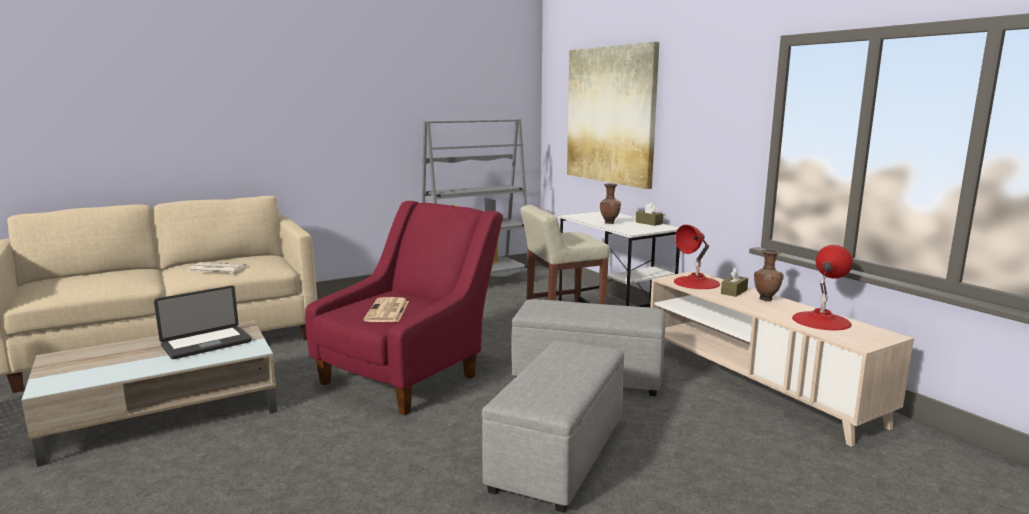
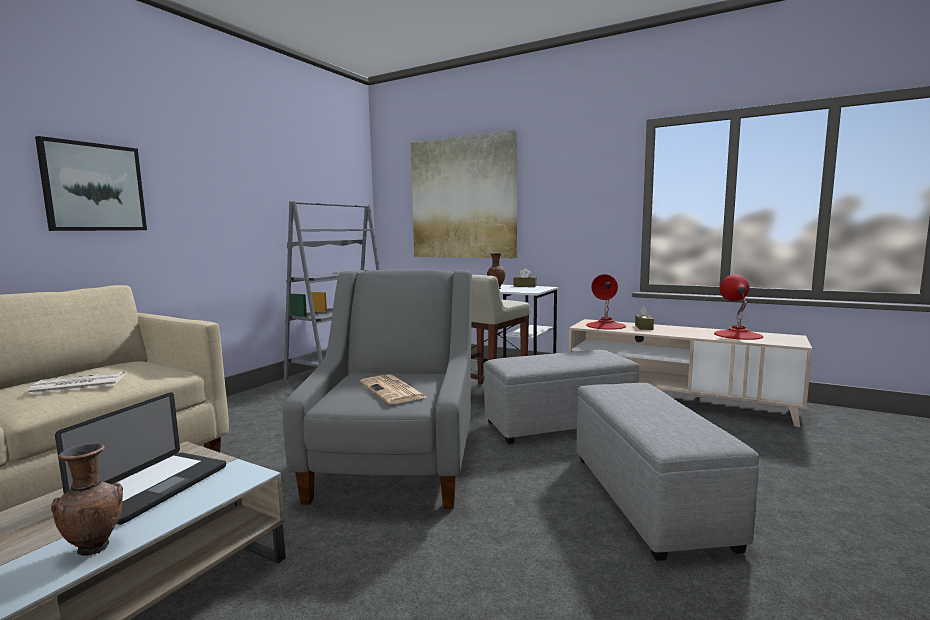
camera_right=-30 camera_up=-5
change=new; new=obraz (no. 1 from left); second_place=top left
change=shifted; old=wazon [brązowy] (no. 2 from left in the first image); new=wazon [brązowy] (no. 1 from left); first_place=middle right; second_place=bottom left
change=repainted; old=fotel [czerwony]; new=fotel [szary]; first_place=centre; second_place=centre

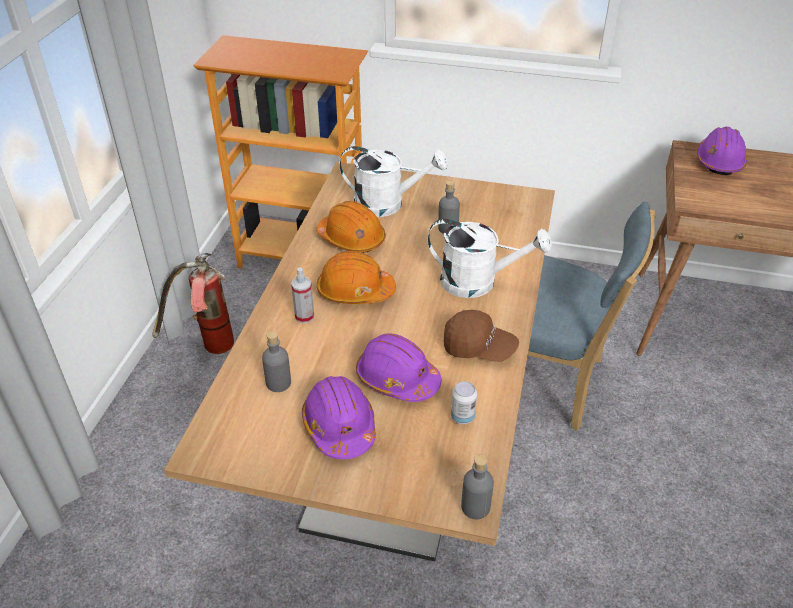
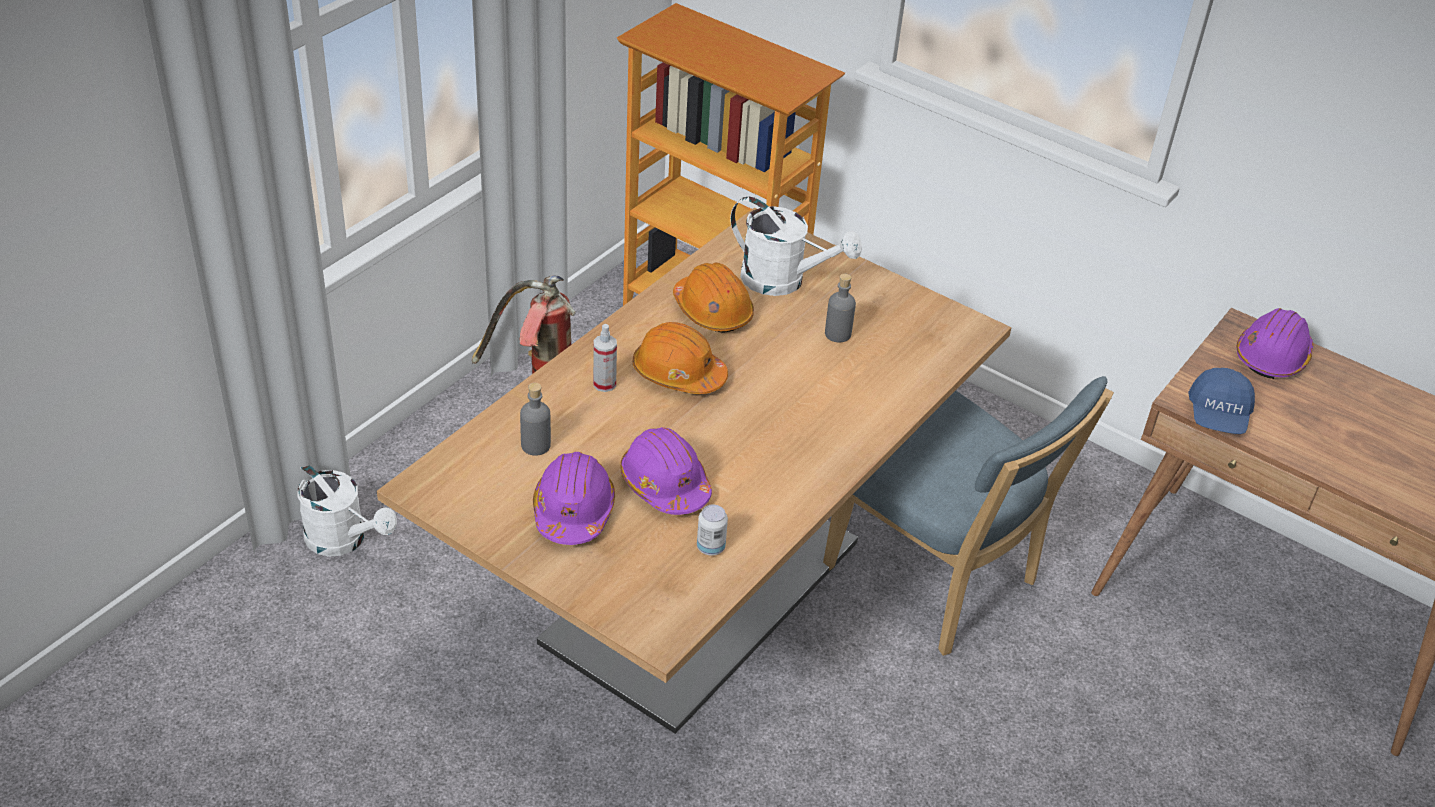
camera_right=20 camera_up=0
change=shifted; old=konewka [biały] (no. 2 from left in the first image); new=konewka [biały] (no. 1 from left); first_place=centre; second_place=middle left
change=new; new=czapka z daszkiem [niebieski]; second_place=middle right
change=gone; old=czapka z daszkiem [brązowy]; first_place=centre
change=gone; old=butelka [szary] (no. 3 from left); first_place=bottom centre

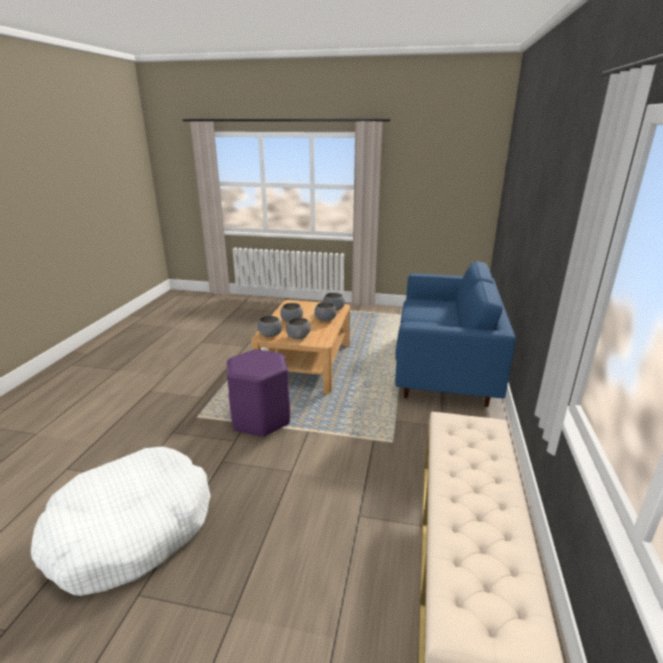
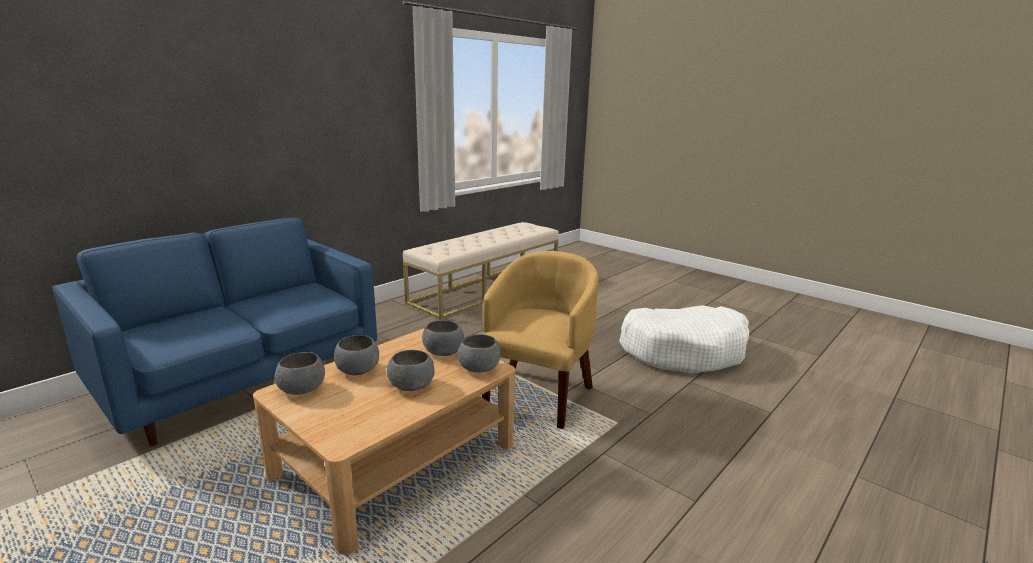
camera_right=-150 camera_up=-5
change=swapped; old=stołek [fioletowy]; new=fotel [żółty]; first_place=centre; second_place=centre

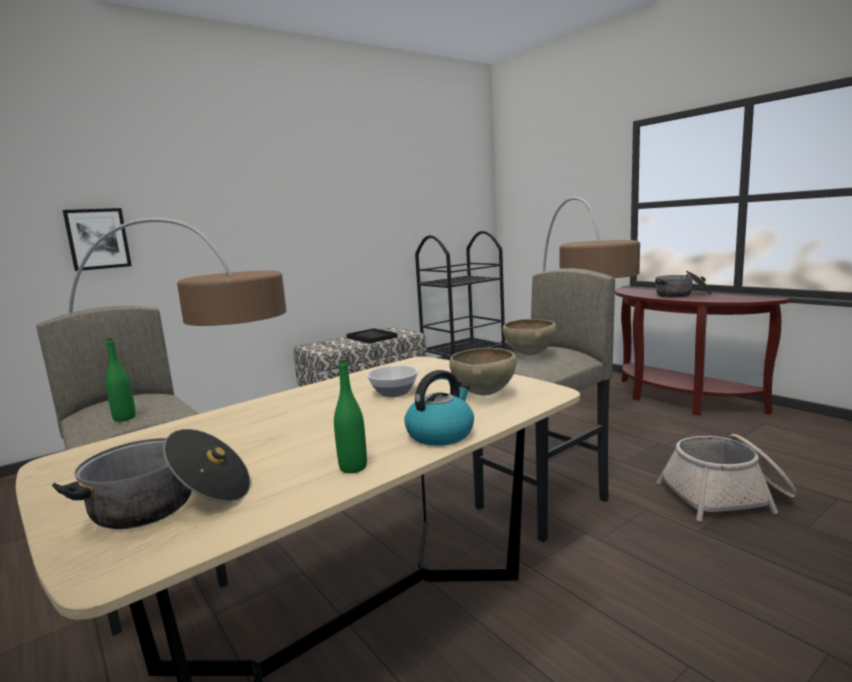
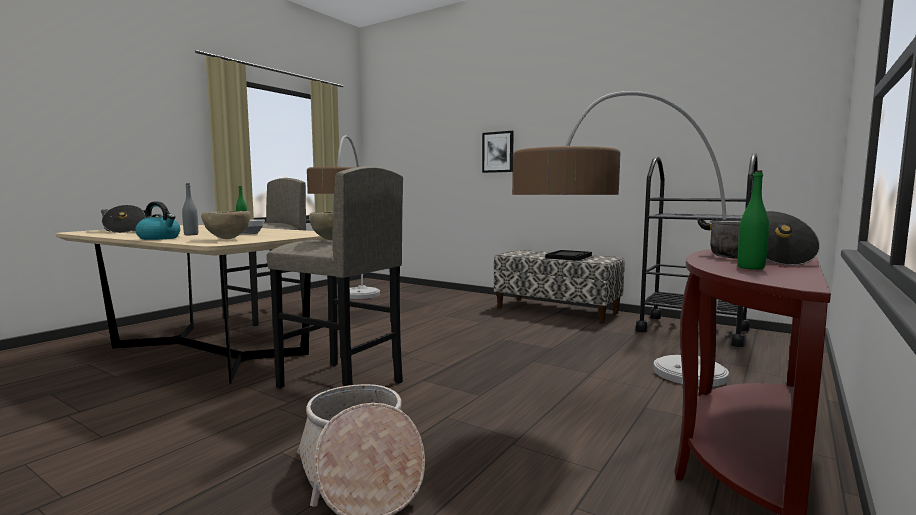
camera_right=70 camera_up=-5
change=new; new=butelka [szary]; second_place=middle left
change=shifted; old=obraz; first_place=middle left; second_place=top centre
change=shifted; old=butelka [zielony] (no. 2 from left); first_place=centre; second_place=middle right

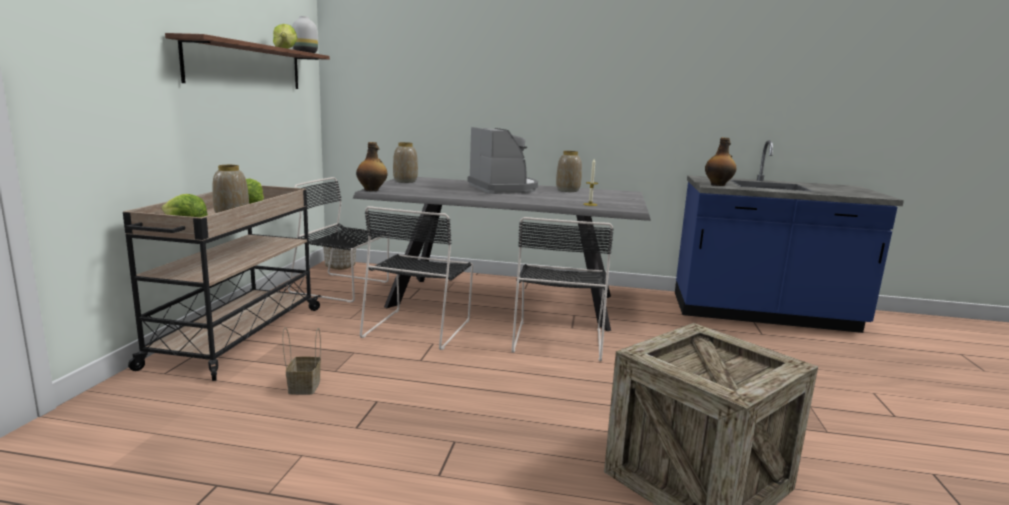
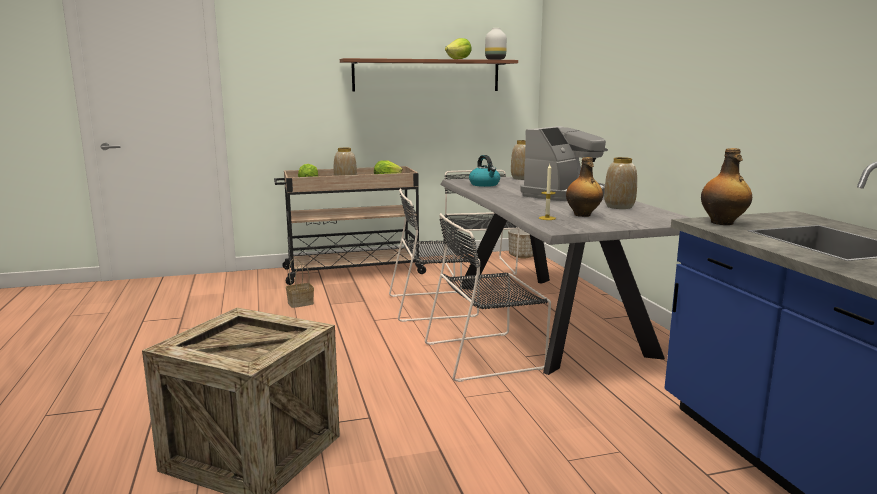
camera_right=65 camera_up=0
change=new; new=czajnik; second_place=centre
change=shifted; old=butelka (no. 1 from left); first_place=top centre; second_place=centre

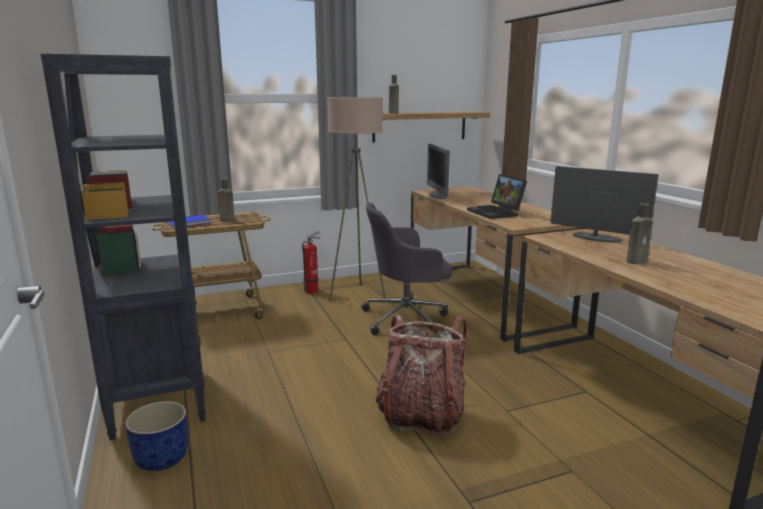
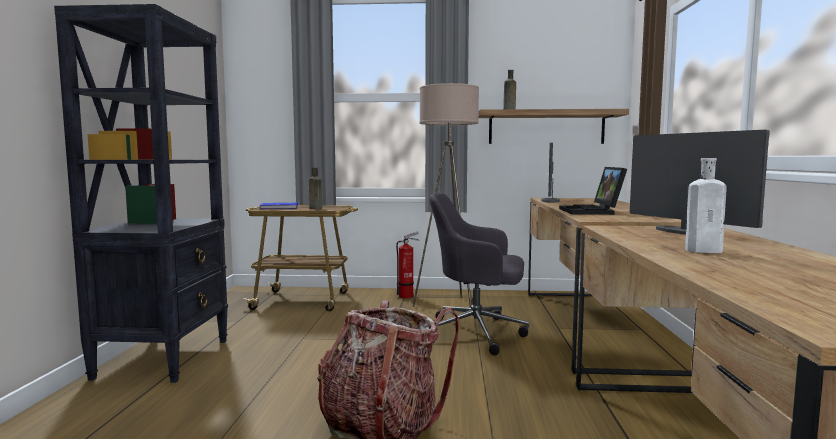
camera_right=25 camera_up=-10
change=repainted; old=butelka [brązowy] (no. 3 from left); new=butelka [biały]; first_place=middle right; second_place=middle right
change=gone; old=donica [niebieski]; first_place=bottom left

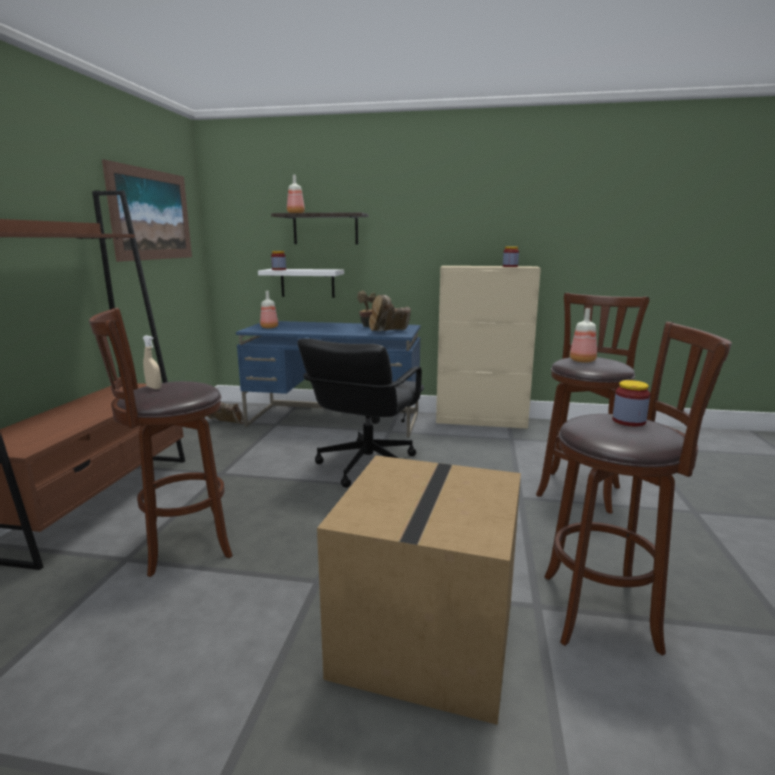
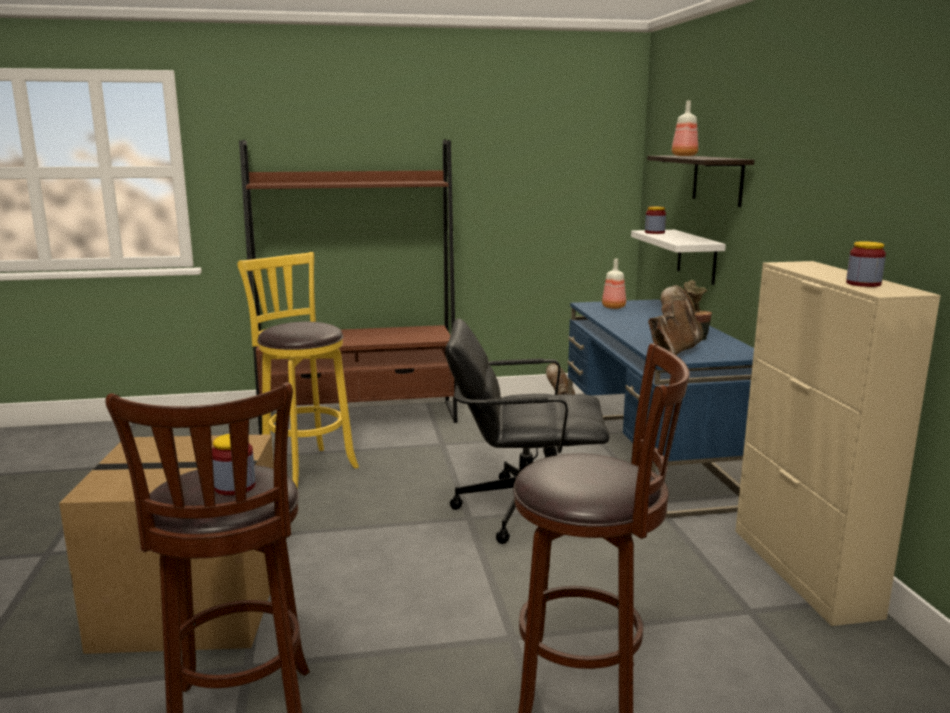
camera_right=70 camera_up=0
change=repainted; old=stołek [brązowy] (no. 1 from left); new=stołek [żółty]; first_place=middle left; second_place=middle left
change=rotated; old=but z cholewką [brązowy] (no. 2 from left); first_place=centre; second_place=middle right; degrees=90
change=gone; old=obraz; first_place=top left
change=gone; old=spryskiwacz [beżowy]; first_place=middle left
change=gone; old=butelka (no. 3 from left); first_place=middle right

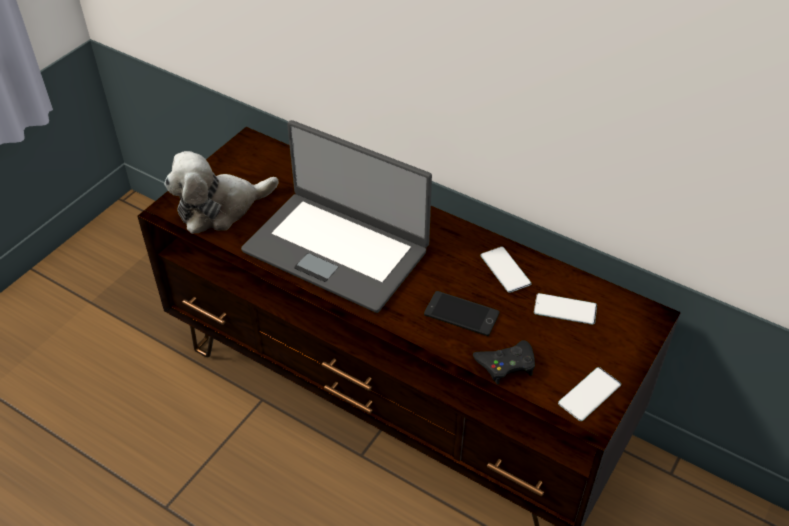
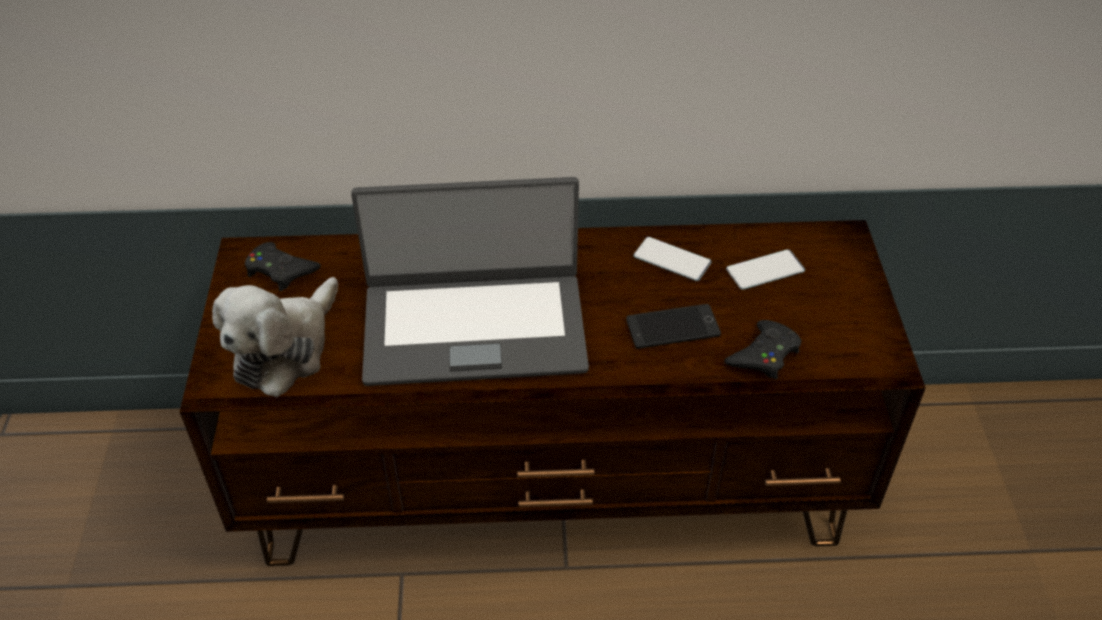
camera_right=-35 camera_up=0
change=new; new=pad do gier [czarny] (no. 1 from left); second_place=middle left
change=gone; old=telefon (no. 4 from left); first_place=bottom right

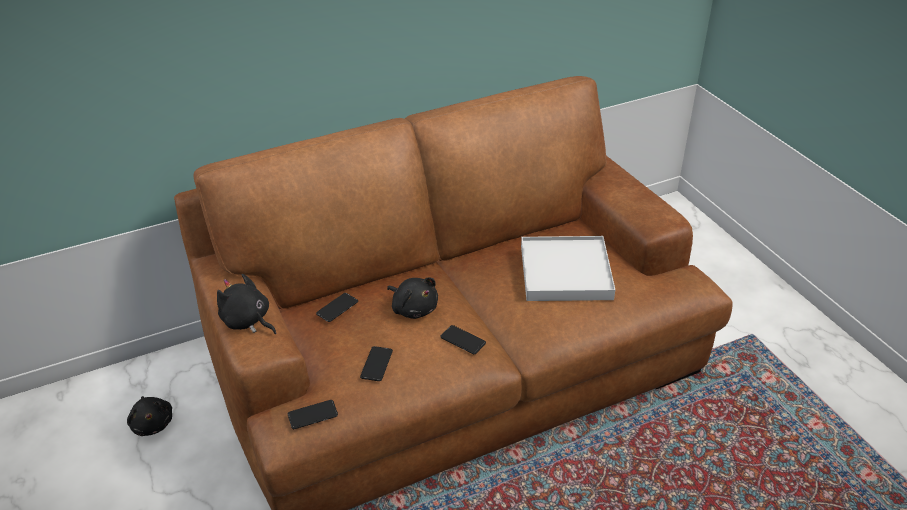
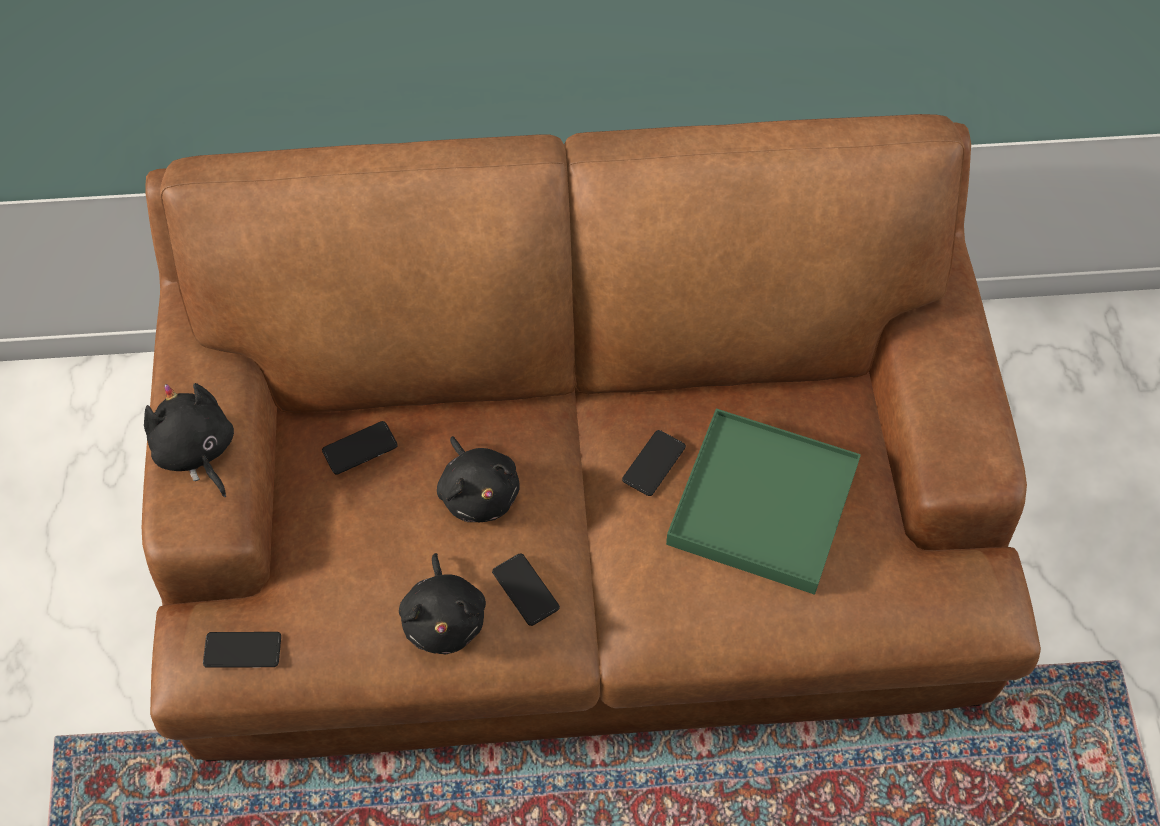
camera_right=20 camera_up=20
change=shifted; old=pluszak [czarny] (no. 1 from left in the first image); new=pluszak [czarny] (no. 2 from left); first_place=bottom left; second_place=bottom centre
change=shifted; old=telefon (no. 3 from left in the first image); new=telefon (no. 4 from left); first_place=bottom centre; second_place=centre
change=repainted; old=taca [biały]; new=taca [zielony]; first_place=centre; second_place=centre

